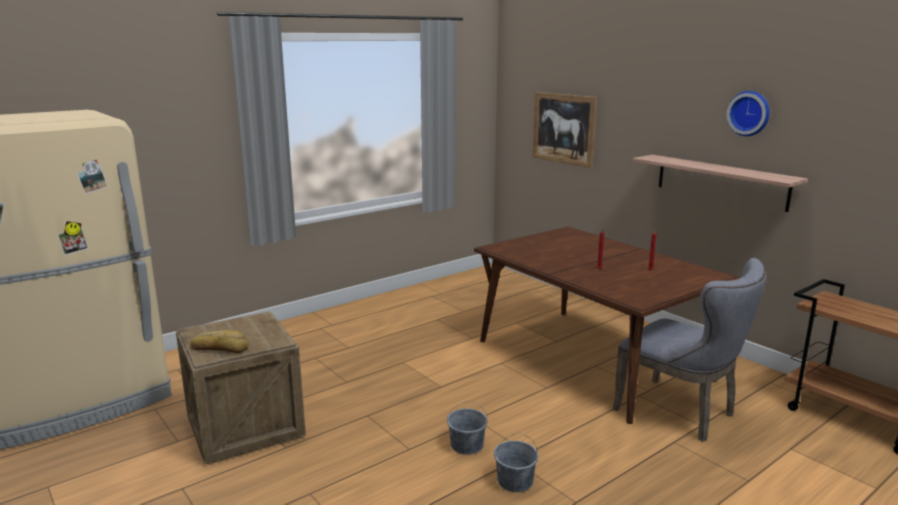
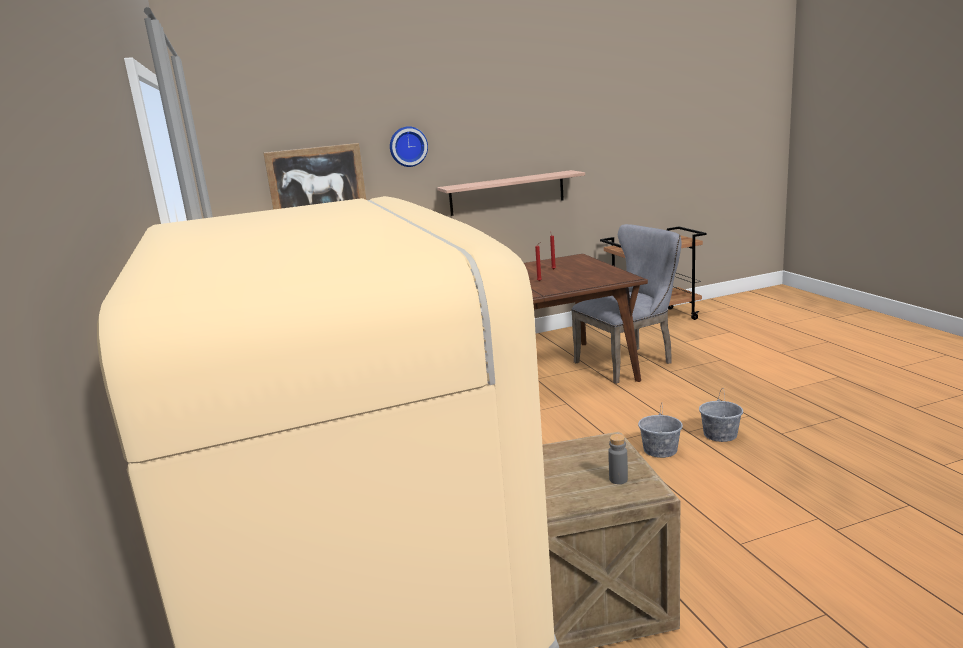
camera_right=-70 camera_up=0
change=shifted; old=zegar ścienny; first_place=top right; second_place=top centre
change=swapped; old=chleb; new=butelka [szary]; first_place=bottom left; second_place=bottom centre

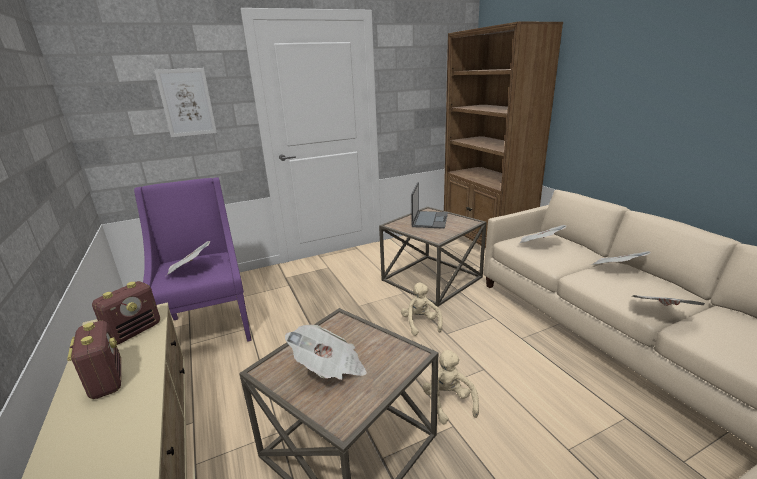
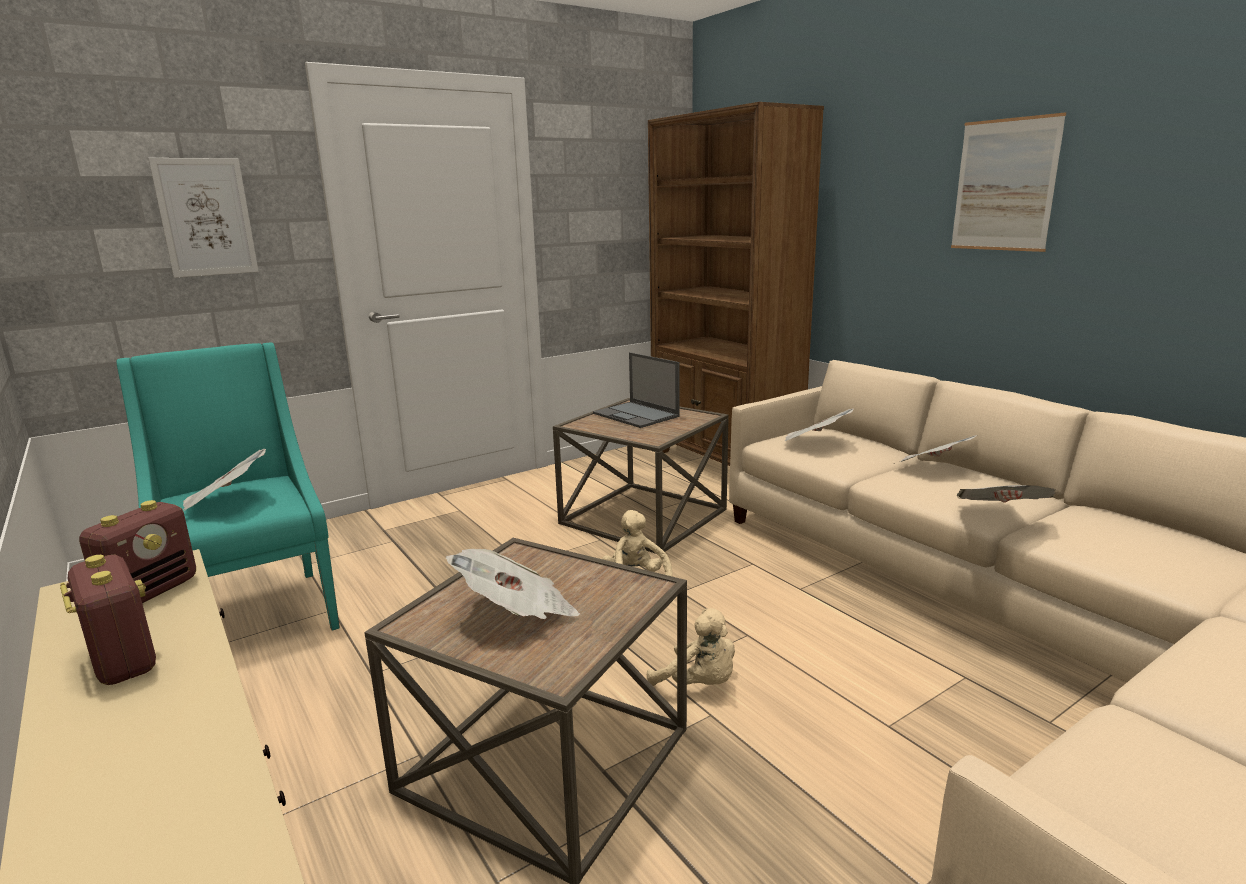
camera_right=-10 camera_up=-5
change=repainted; old=fotel [fioletowy]; new=fotel [turkusowy]; first_place=middle left; second_place=middle left
change=rotated; old=laptop; first_place=centre; second_place=centre; degrees=135
change=rotated; old=pluszak [beżowy] (no. 2 from left); first_place=bottom centre; second_place=bottom centre; degrees=150
change=new; new=obraz (no. 2 from left); second_place=top right

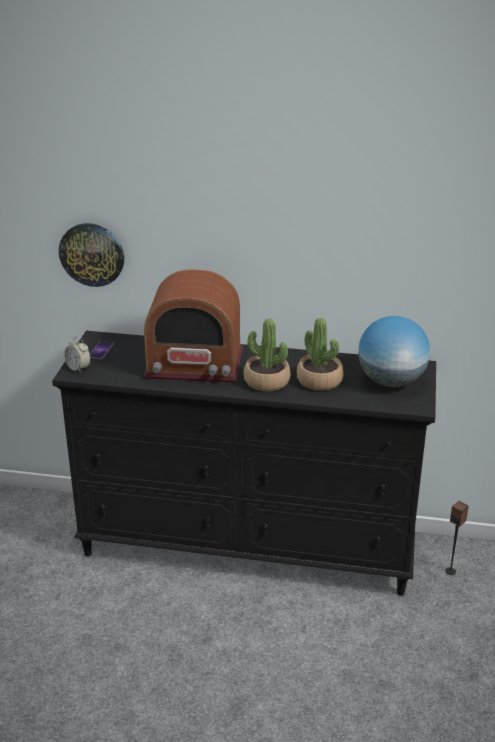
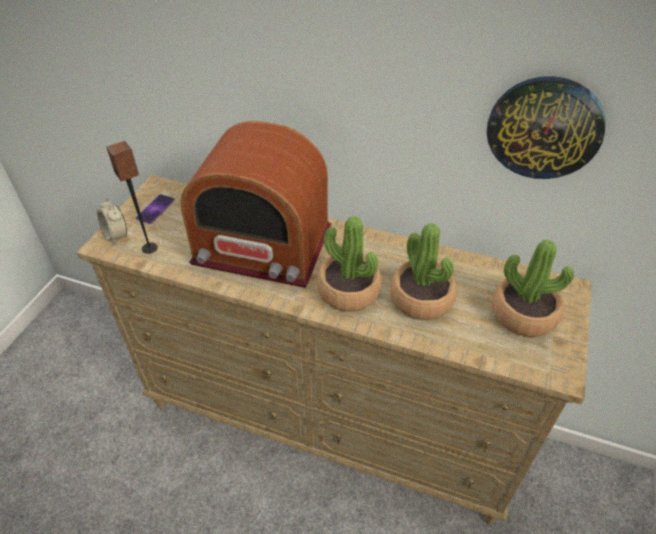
camera_right=10 camera_up=15
change=repainted; old=komoda [czarny]; new=komoda [beżowy]; first_place=centre; second_place=centre
change=shifted; old=głośnik; first_place=bottom right; second_place=middle left
change=shifted; old=zegar ścienny; first_place=middle left; second_place=top right
change=swapped; old=globus; new=roślina doniczkowa (no. 3 from left); first_place=middle right; second_place=middle right

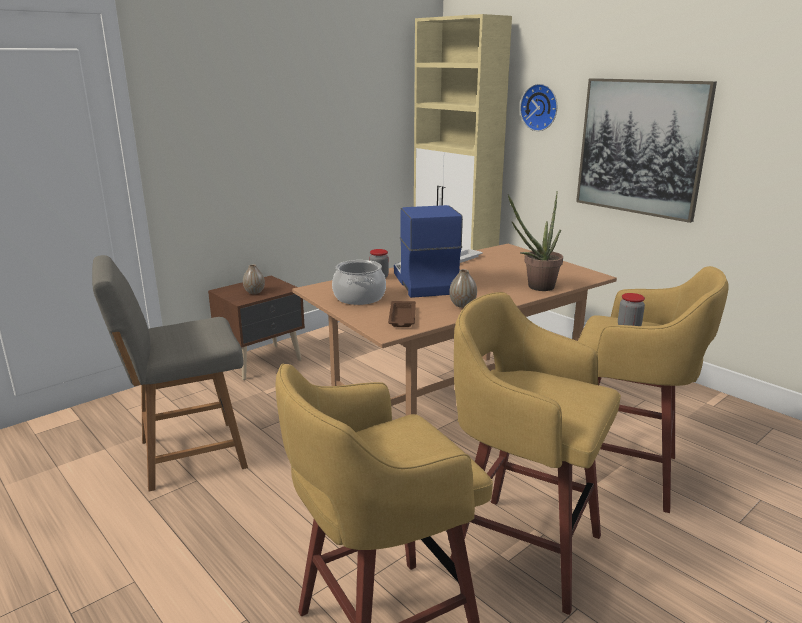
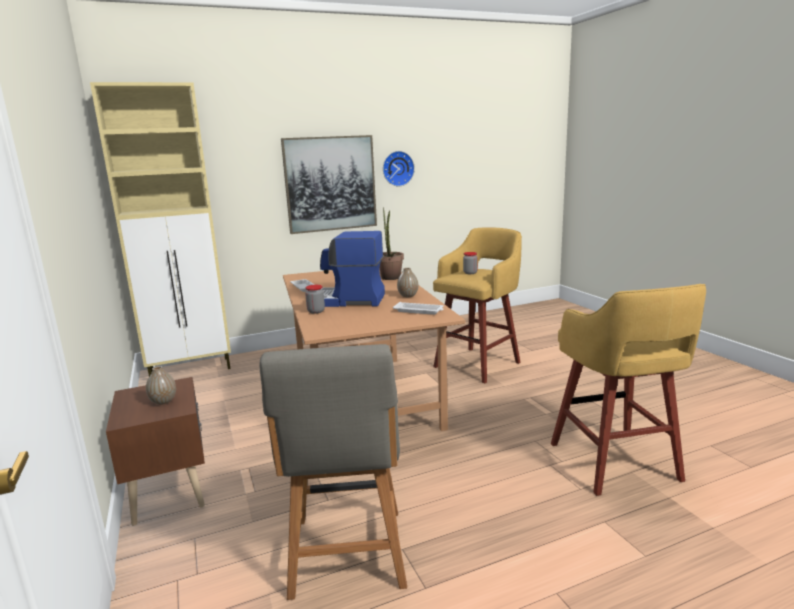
camera_right=-70 camera_up=-5
change=shifted; old=zegar ścienny; first_place=top right; second_place=top centre
change=repainted; old=taca [brązowy]; new=taca [biały] (no. 2 from left); first_place=centre; second_place=centre
change=gone; old=garnek; first_place=centre
change=gone; old=stołek [żółty] (no. 2 from left); first_place=bottom right

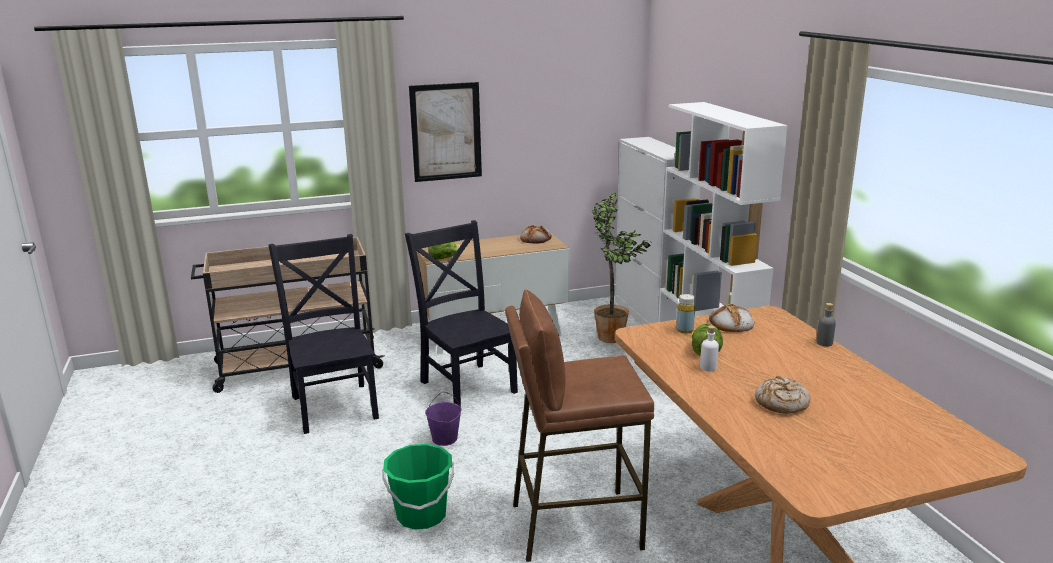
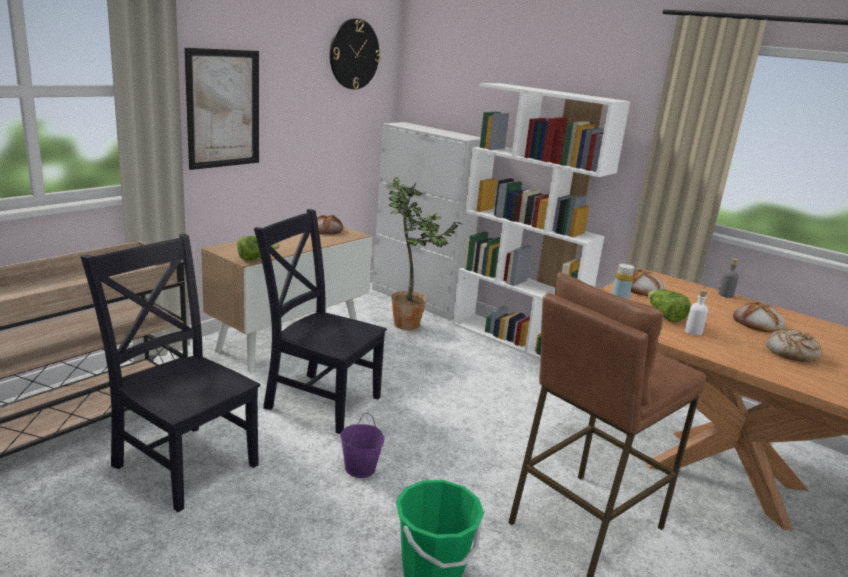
camera_right=-35 camera_up=0
change=new; new=zegar ścienny; second_place=top centre
change=new; new=chleb (no. 3 from left); second_place=middle right

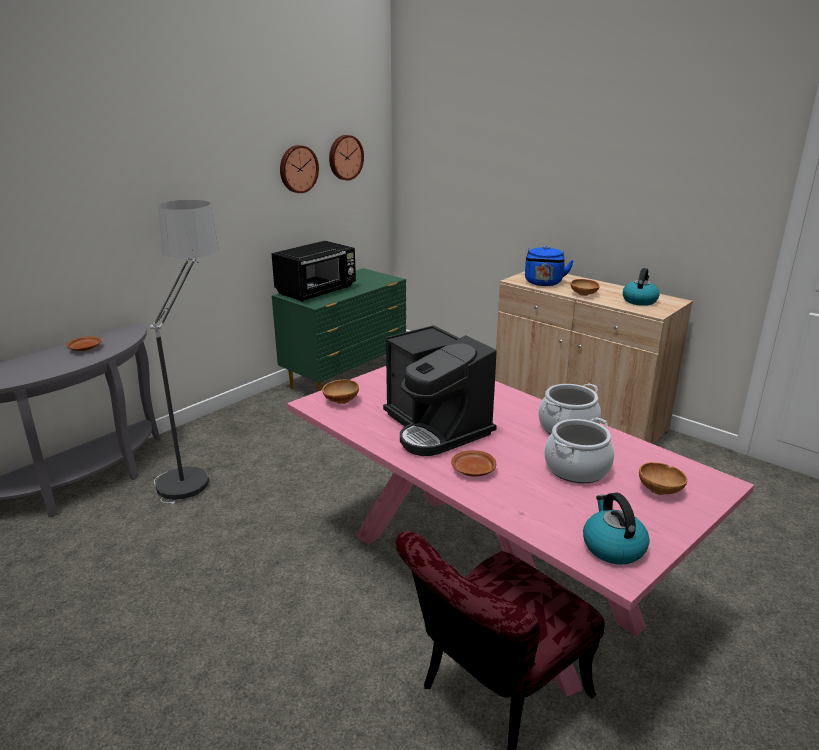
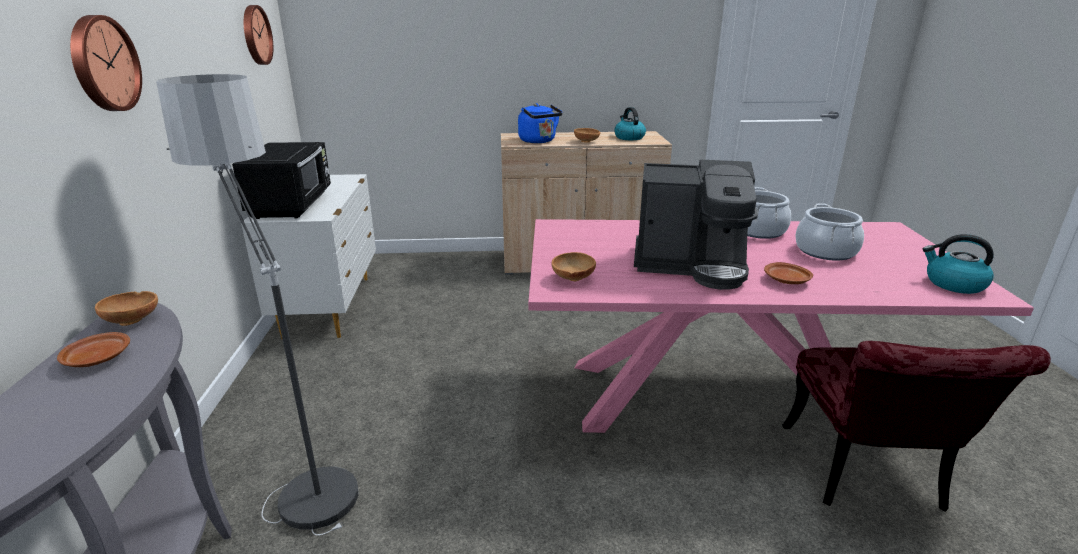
camera_right=-45 camera_up=0
change=shifted; old=zegar ścienny (no. 1 from left); first_place=top centre; second_place=top left
change=shifted; old=miska [brązowy] (no. 3 from left in the first image); new=miska [brązowy] (no. 1 from left); first_place=middle right; second_place=middle left
change=repainted; old=komoda [zielony]; new=komoda [biały]; first_place=centre; second_place=middle left

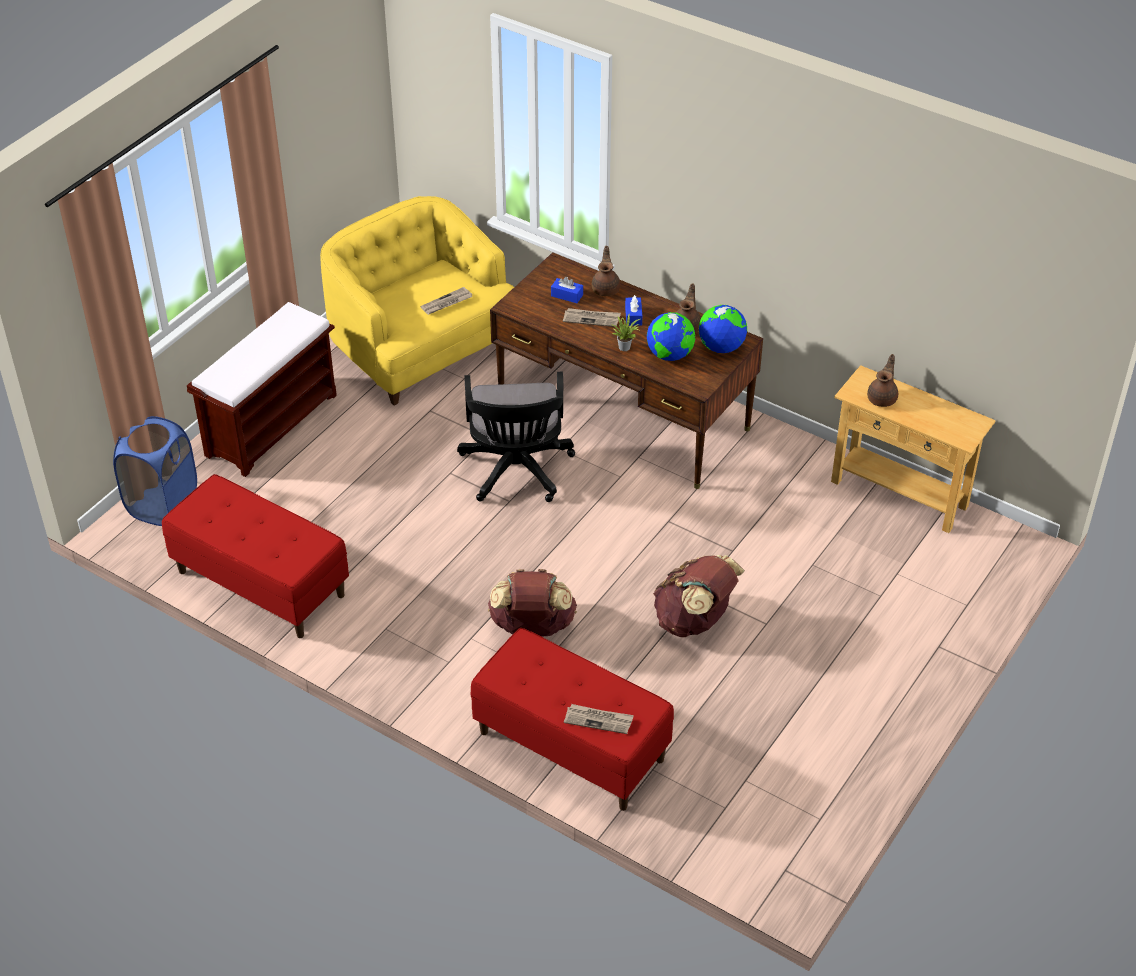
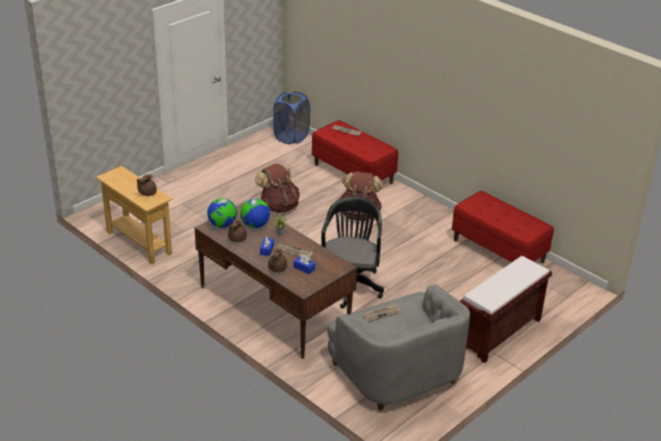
camera_right=-170 camera_up=-10
change=shifted; old=kosz na pranie [niebieski]; first_place=middle left; second_place=top centre
change=repainted; old=fotel [żółty]; new=fotel [szary]; first_place=top centre; second_place=bottom centre

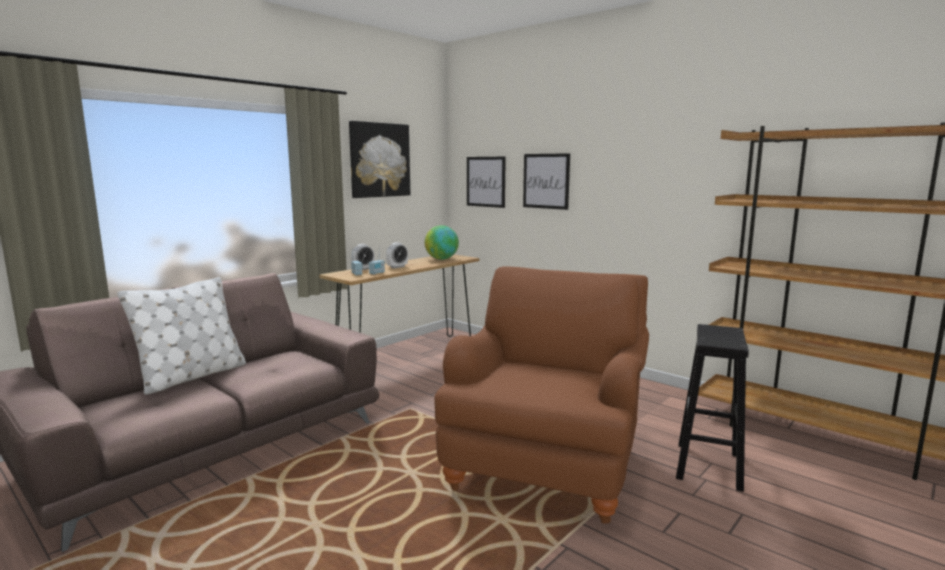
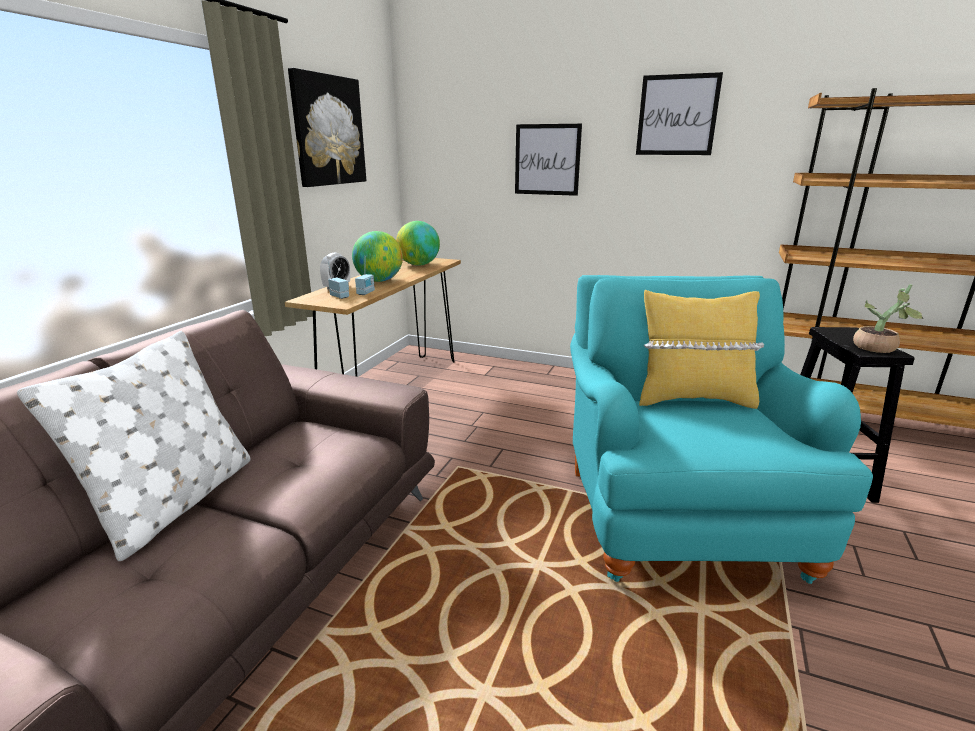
camera_right=-20 camera_up=10
change=swapped; old=budzik (no. 2 from left); new=globus (no. 1 from left); first_place=centre; second_place=centre
change=repainted; old=fotel [brązowy]; new=fotel [turkusowy]; first_place=bottom centre; second_place=middle right
change=shifted; old=obraz (no. 2 from left in the first image); new=obraz (no. 3 from left); first_place=top centre; second_place=top right
change=new; new=poduszka [żółty]; second_place=middle right
change=new; new=roślina doniczkowa; second_place=middle right

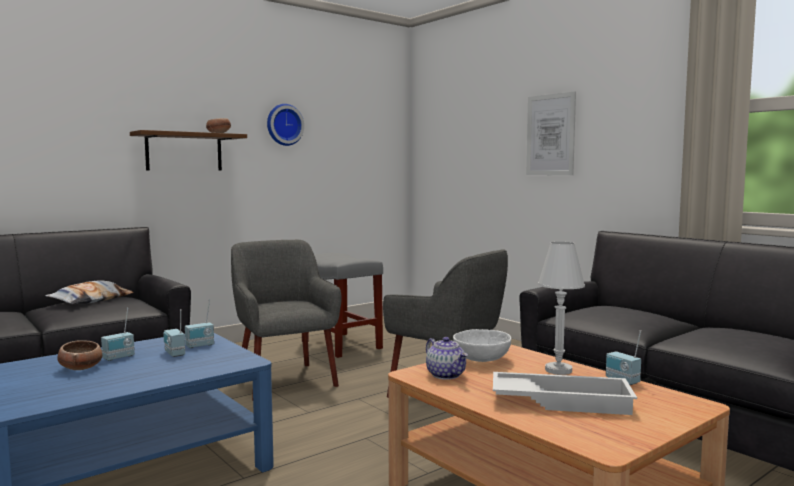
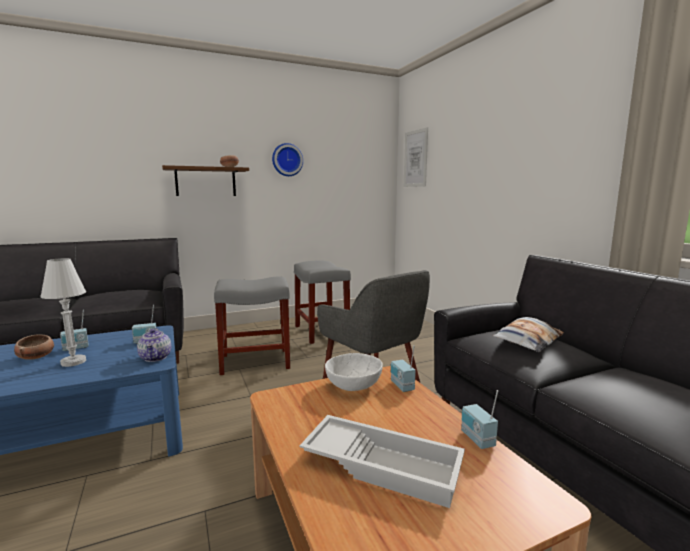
camera_right=15 camera_up=5
change=shifted; old=lampa stołowa [biały]; first_place=middle right; second_place=middle left
change=shifted; old=imbryk; first_place=bottom centre; second_place=middle left
change=swapped; old=fotel [szary] (no. 1 from left); new=stołek [szary] (no. 1 from left); first_place=centre; second_place=centre
change=shifted; old=radio (no. 2 from left in the first image); new=radio (no. 3 from left); first_place=bottom left; second_place=bottom centre
change=shifted; old=obraz; first_place=top right; second_place=top centre
change=shifted; old=poduszka; first_place=middle left; second_place=middle right

